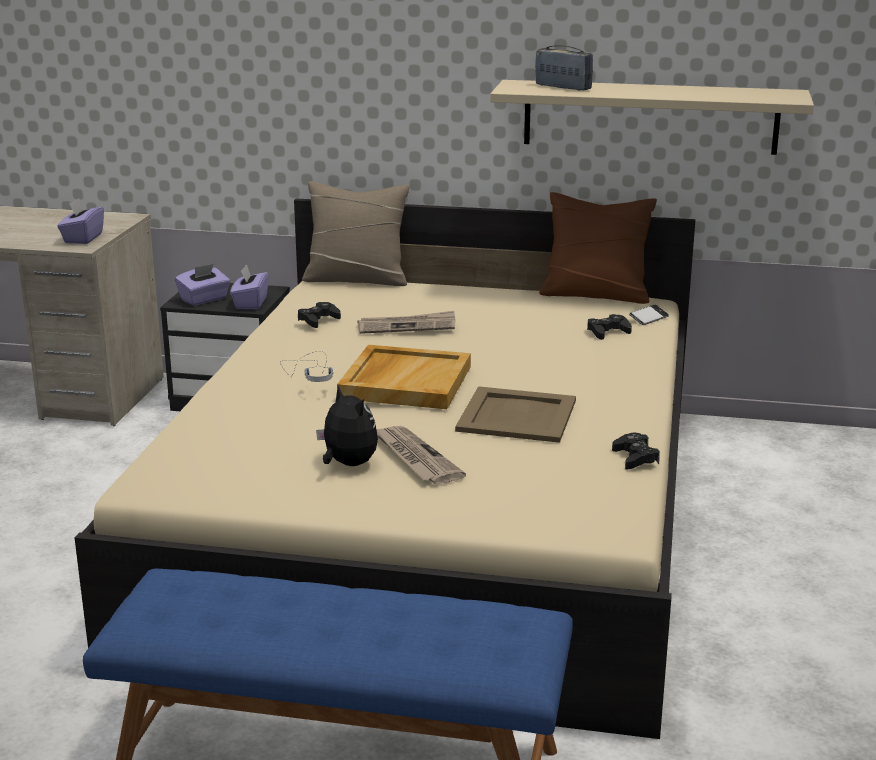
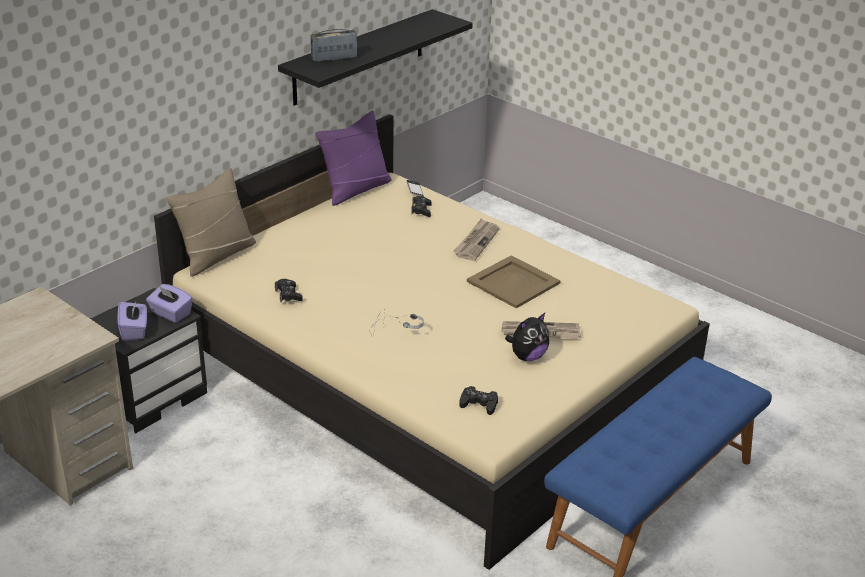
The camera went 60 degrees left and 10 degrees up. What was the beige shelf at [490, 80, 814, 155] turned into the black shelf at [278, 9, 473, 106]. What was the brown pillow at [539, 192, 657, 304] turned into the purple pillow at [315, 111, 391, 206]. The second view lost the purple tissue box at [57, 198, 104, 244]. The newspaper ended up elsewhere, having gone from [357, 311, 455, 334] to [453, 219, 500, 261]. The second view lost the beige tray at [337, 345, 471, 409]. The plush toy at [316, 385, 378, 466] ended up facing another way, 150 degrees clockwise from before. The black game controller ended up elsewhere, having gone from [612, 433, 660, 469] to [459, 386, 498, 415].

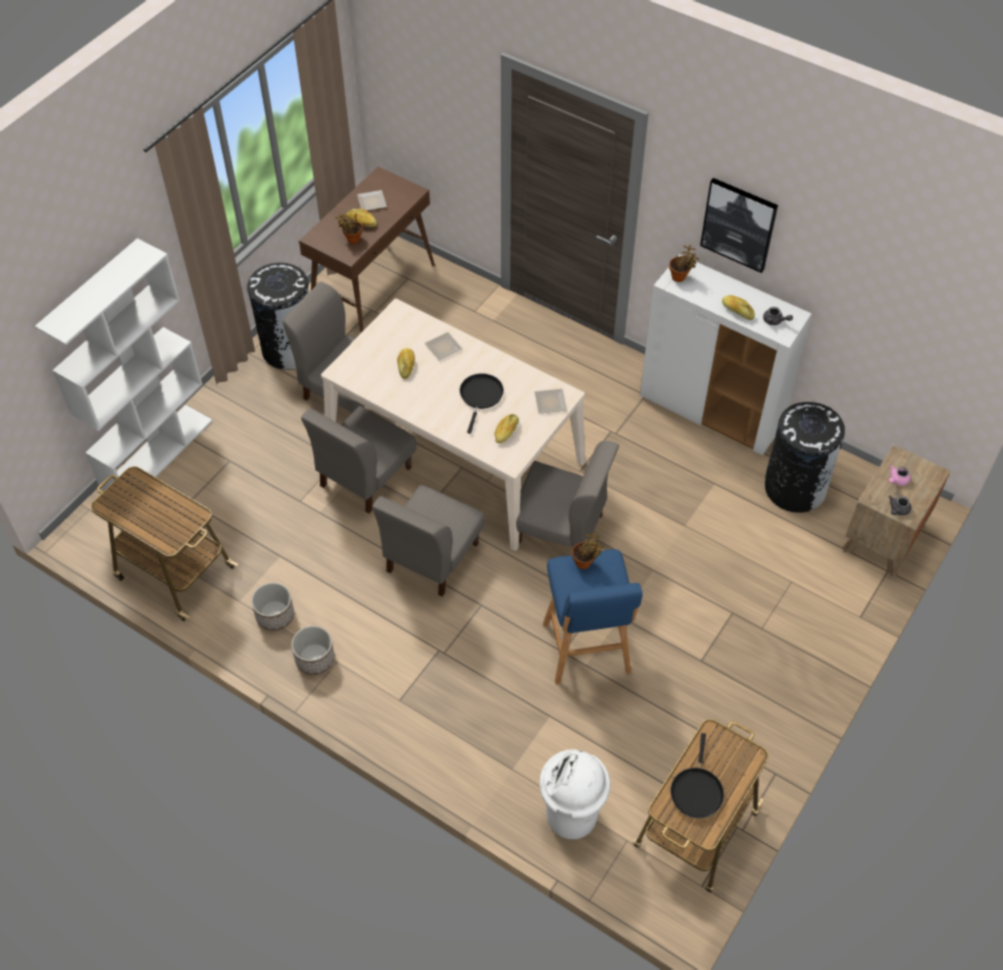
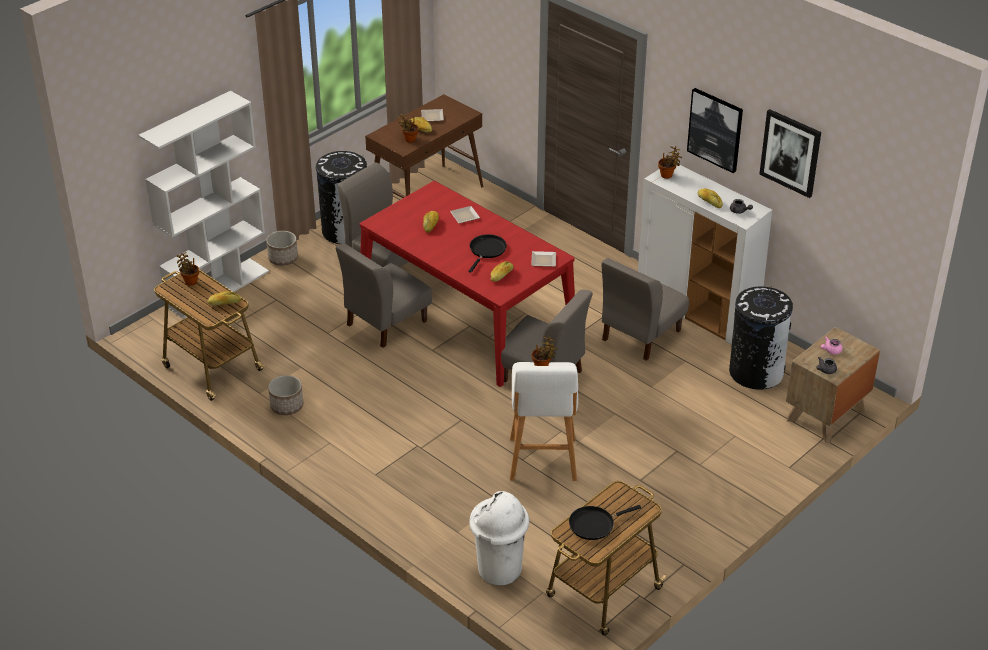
The camera went 10 degrees right and 15 degrees down. What was the beige dining table at [321, 298, 585, 551] turned into the red dining table at [360, 181, 575, 387]. The grey chair ended up elsewhere, having gone from [372, 485, 485, 597] to [602, 258, 689, 361]. What was the blue stool at [543, 549, 643, 684] turned into the white stool at [510, 362, 578, 481]. The planter ended up elsewhere, having gone from [291, 626, 335, 675] to [266, 231, 298, 266]. The black frying pan at [671, 733, 724, 818] ended up facing another way, 45 degrees clockwise from before. The second view gained the picture at [759, 109, 821, 198]. The second view gained the potted plant at [177, 252, 199, 286]. The second view gained the bread at [207, 291, 241, 306].

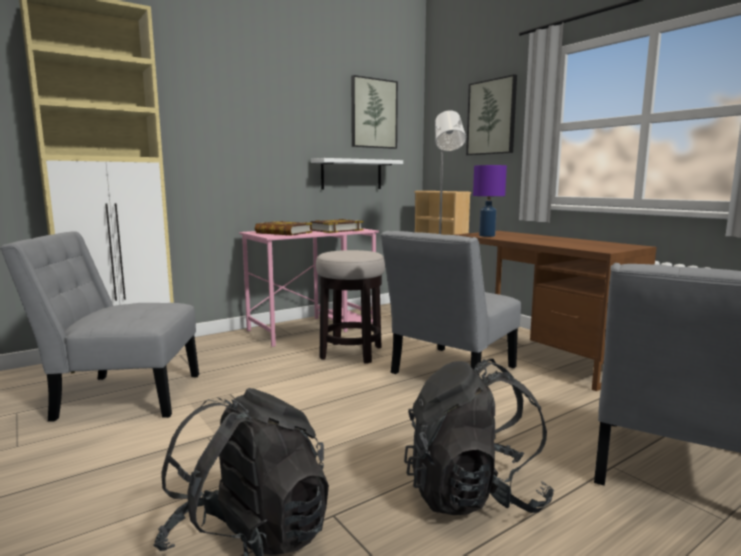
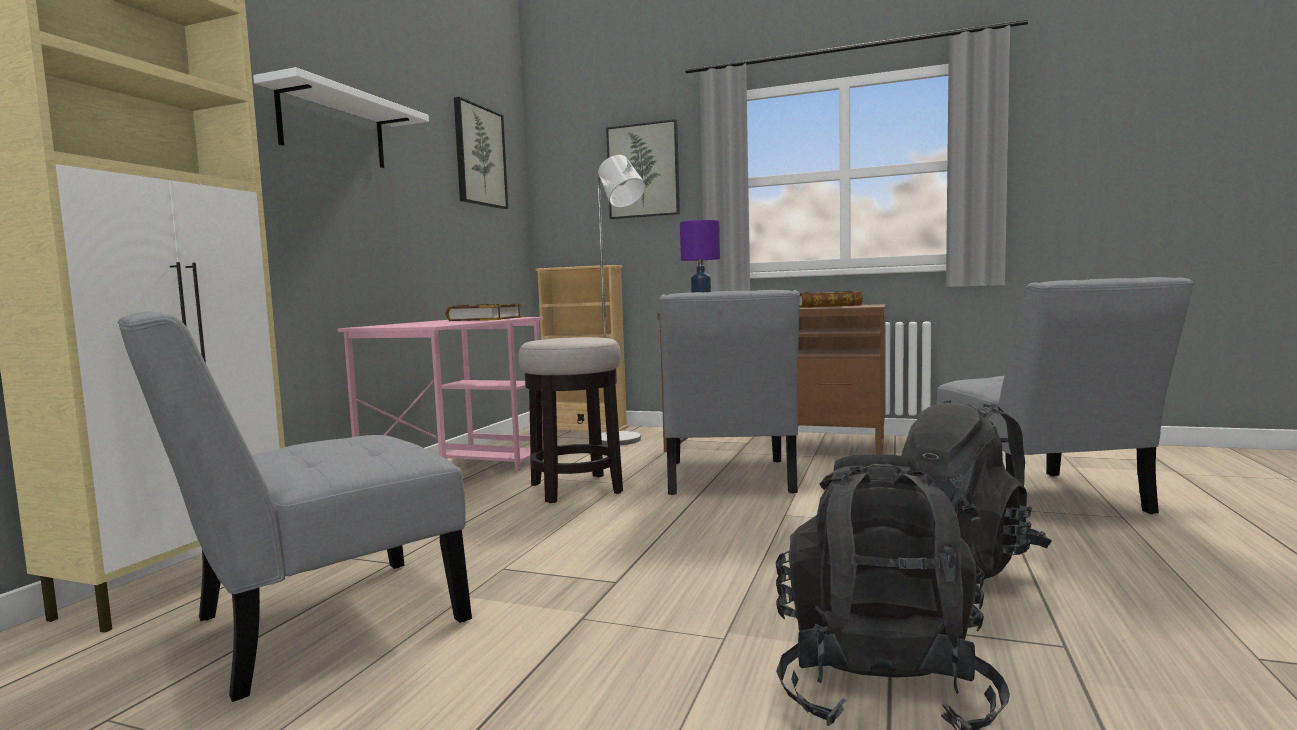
The camera went 35 degrees left and 5 degrees down. The white shelf ended up elsewhere, having gone from [311, 158, 403, 190] to [253, 67, 429, 168]. The book ended up elsewhere, having gone from [255, 221, 312, 235] to [799, 291, 863, 307].

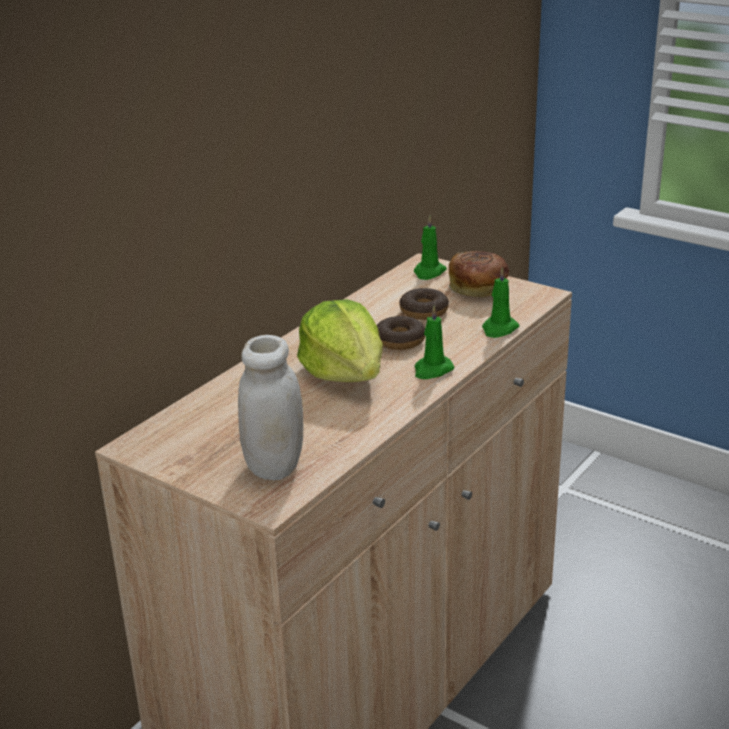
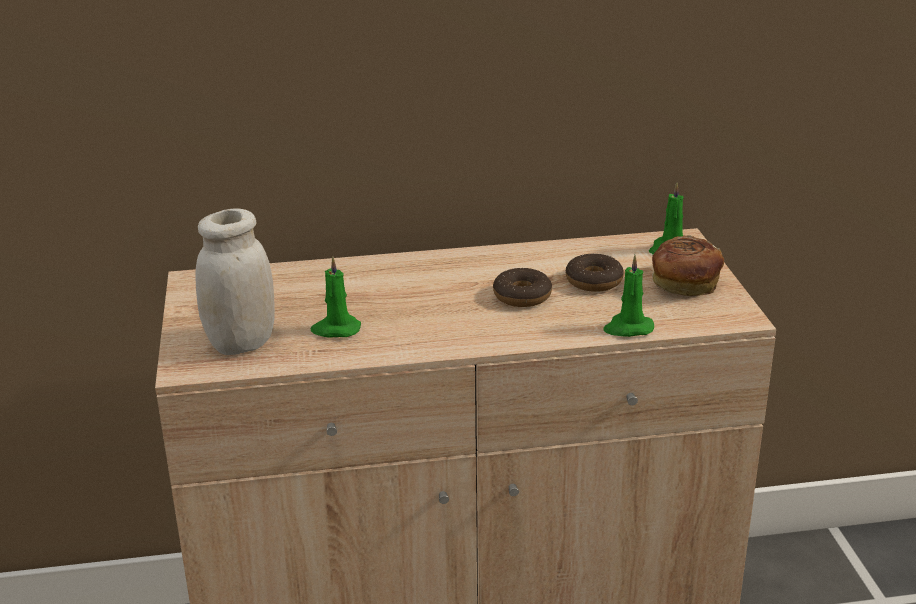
The camera went 45 degrees right and 0 degrees up. The second view lost the lettuce at [297, 299, 383, 382]. The green candle ended up elsewhere, having gone from [415, 305, 454, 379] to [310, 256, 361, 338].

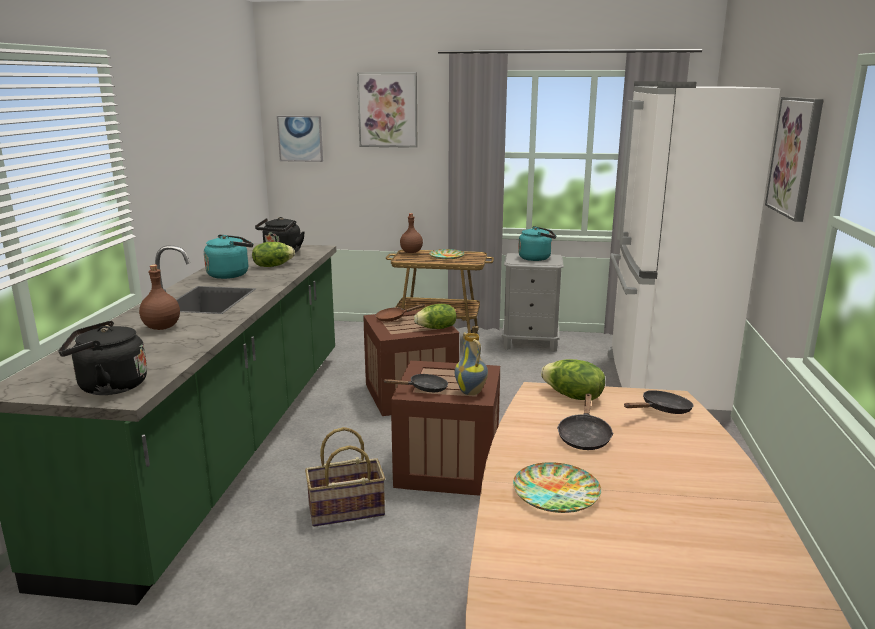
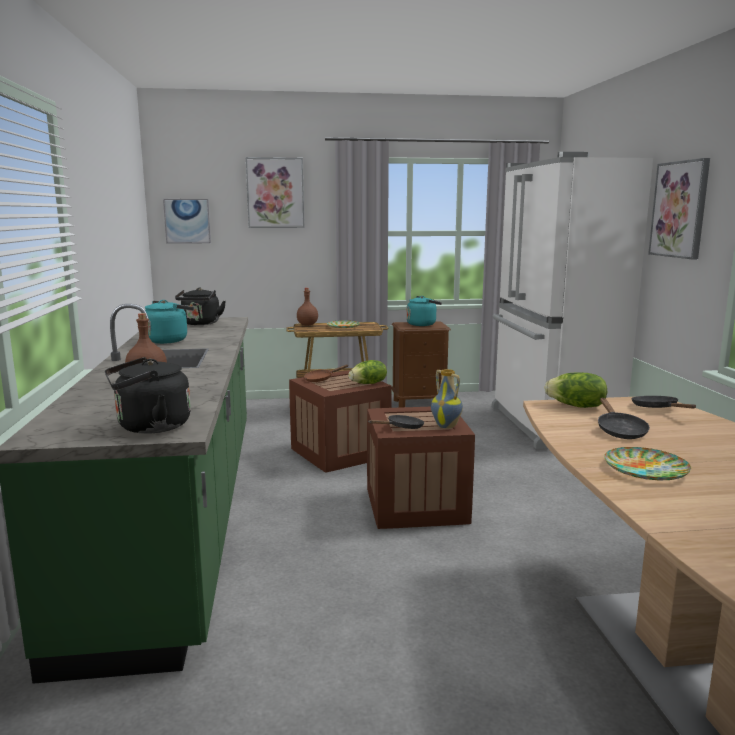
The camera went 15 degrees left and 5 degrees down. The second view lost the lettuce at [252, 242, 295, 267]. What was the grey nightstand at [502, 253, 564, 352] turned into the brown nightstand at [392, 321, 451, 408]. The black frying pan at [624, 390, 694, 414] ended up facing another way, 60 degrees counterclockwise from before. The second view lost the basket at [305, 427, 385, 527].

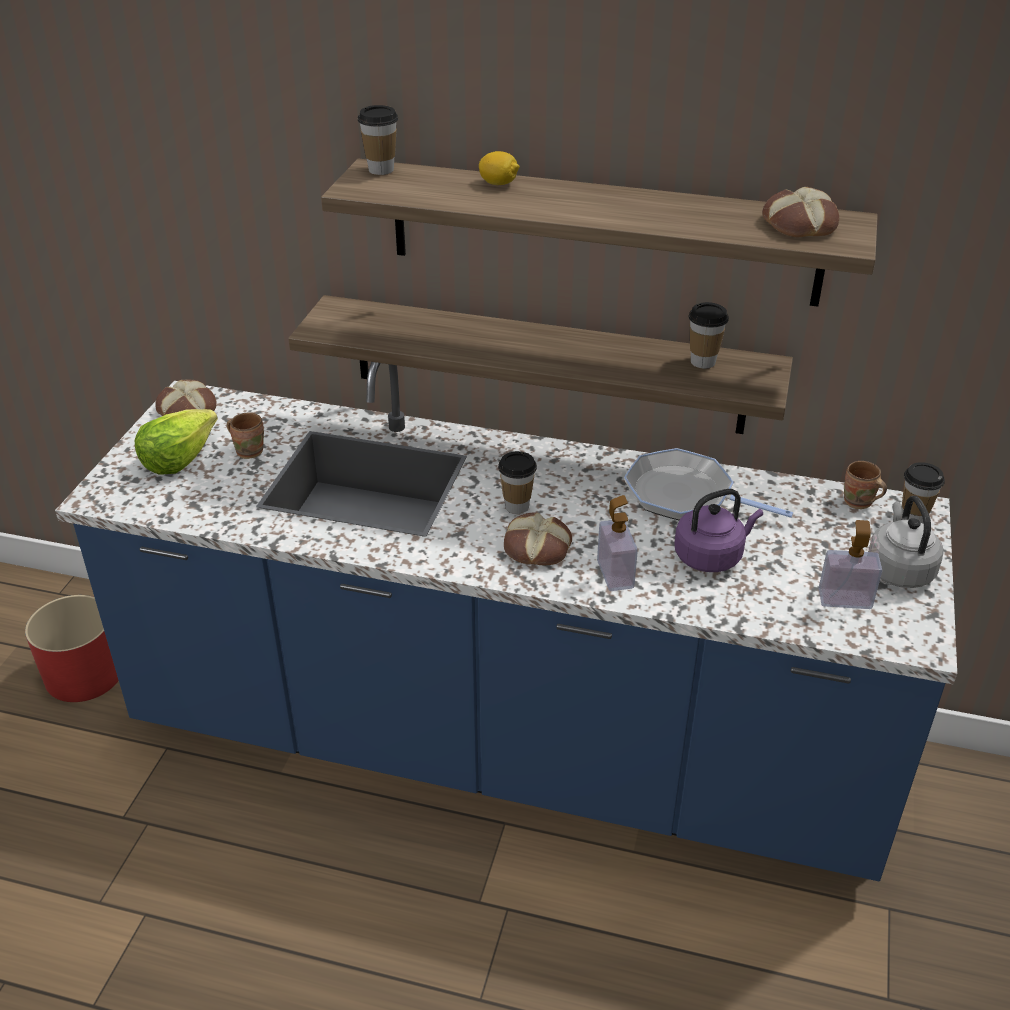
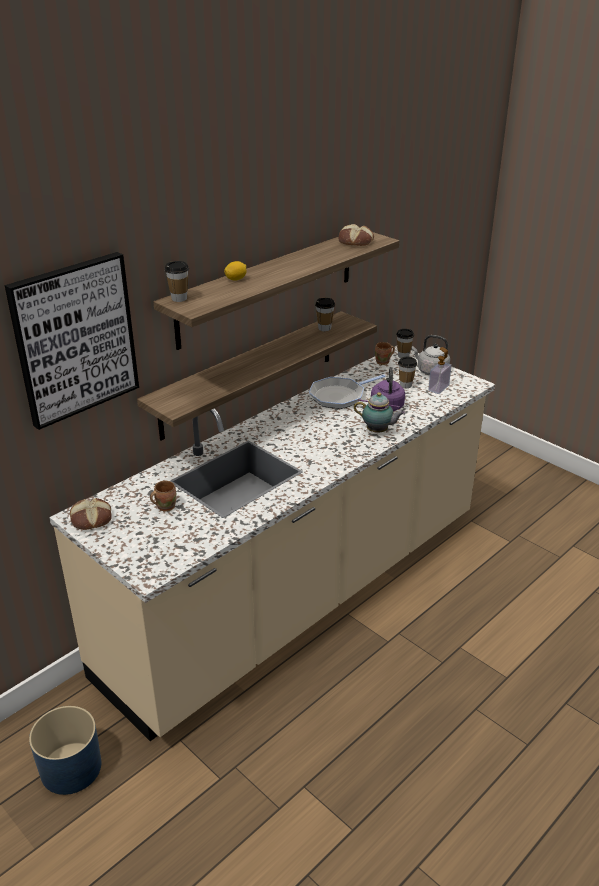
The camera went 60 degrees left and 5 degrees down. What was the blue counter at [55, 362, 957, 881] turned into the beige counter at [49, 346, 495, 741]. The second view lost the lettuce at [134, 409, 218, 474]. The cup ended up elsewhere, having gone from [498, 451, 537, 514] to [398, 357, 417, 388]. Where the soap dispenser stood at [597, 495, 638, 591], the teapot came to stand at [354, 392, 406, 433]. The second view lost the bread at [504, 513, 572, 565]. What was the red planter at [25, 595, 119, 702] turned into the blue planter at [29, 706, 101, 795]. The second view gained the picture at [5, 252, 139, 430].

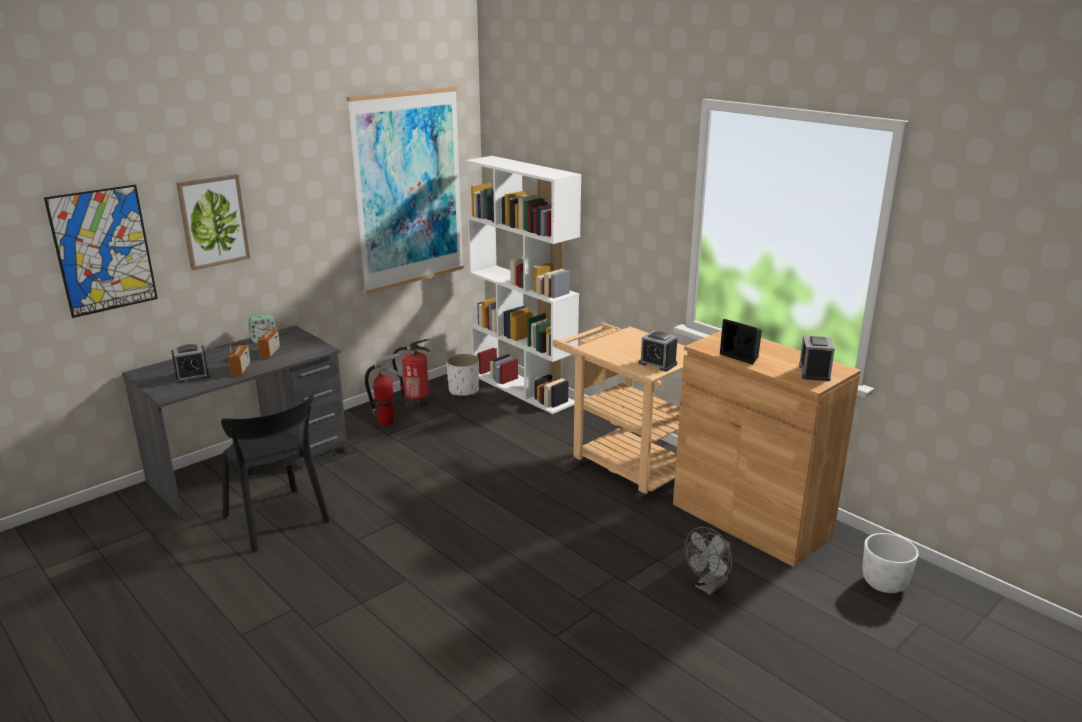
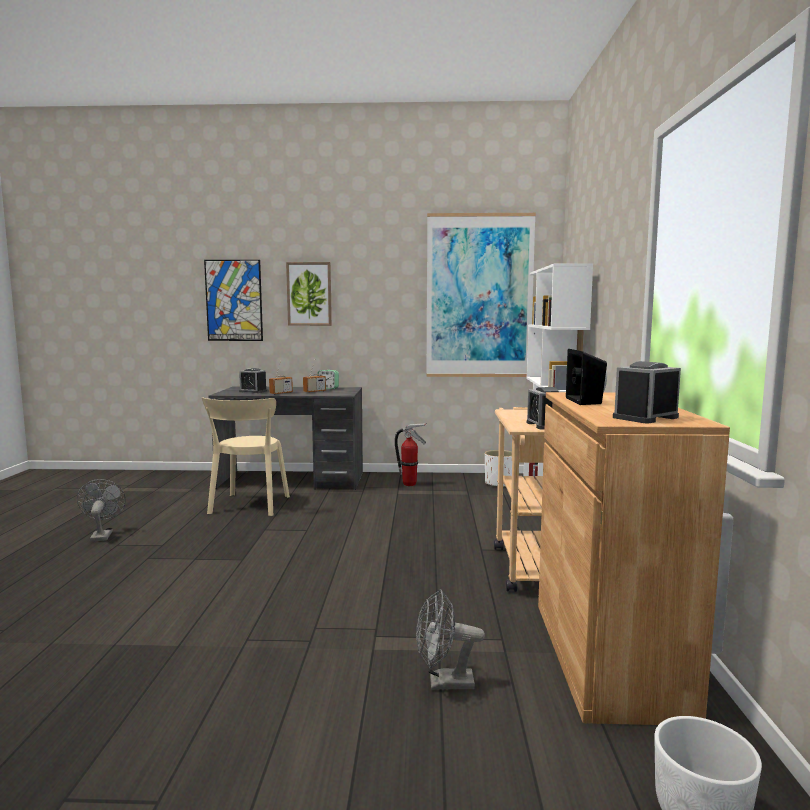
The camera went 45 degrees right and 15 degrees down. The second view lost the fire extinguisher at [392, 339, 430, 408]. What was the black chair at [221, 391, 330, 552] turned into the beige chair at [202, 397, 290, 516]. The second view gained the grey fan at [77, 479, 126, 542].

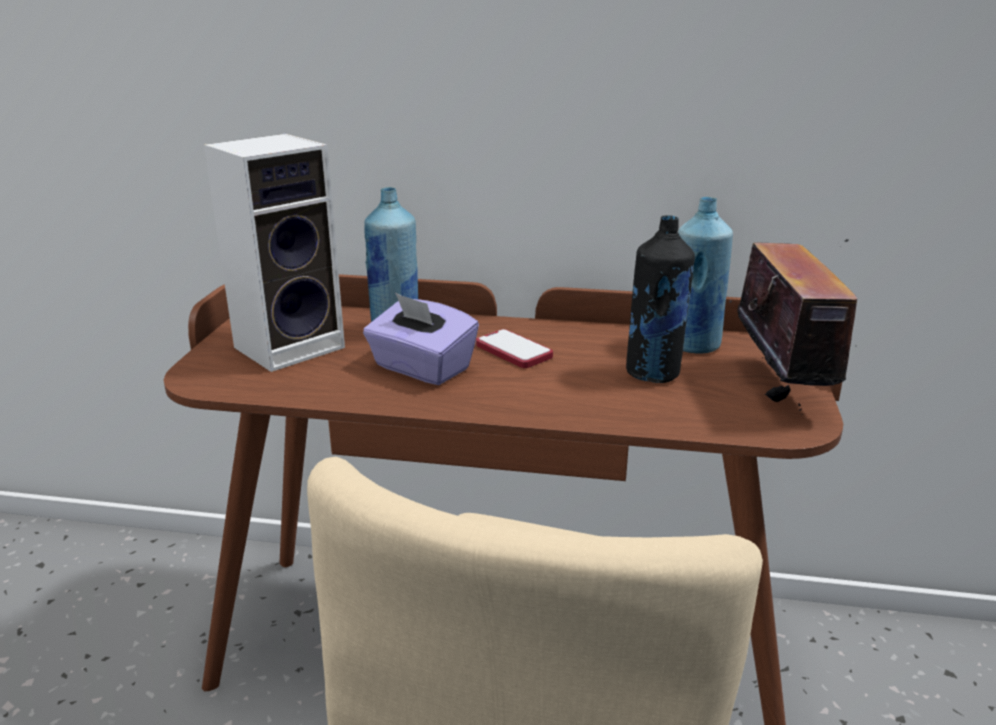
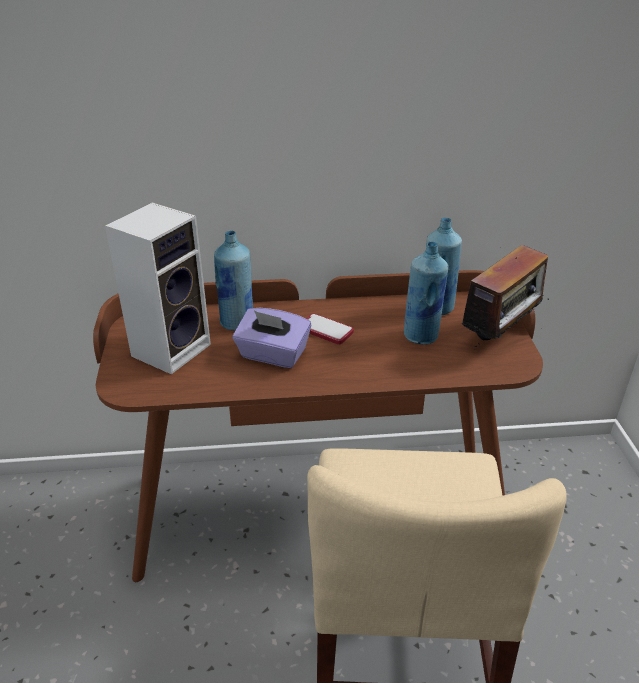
The camera went 15 degrees left and 10 degrees up. What was the black bottle at [626, 215, 695, 383] turned into the blue bottle at [404, 242, 448, 345]. The radio at [729, 239, 857, 411] ended up facing another way, 60 degrees clockwise from before.

